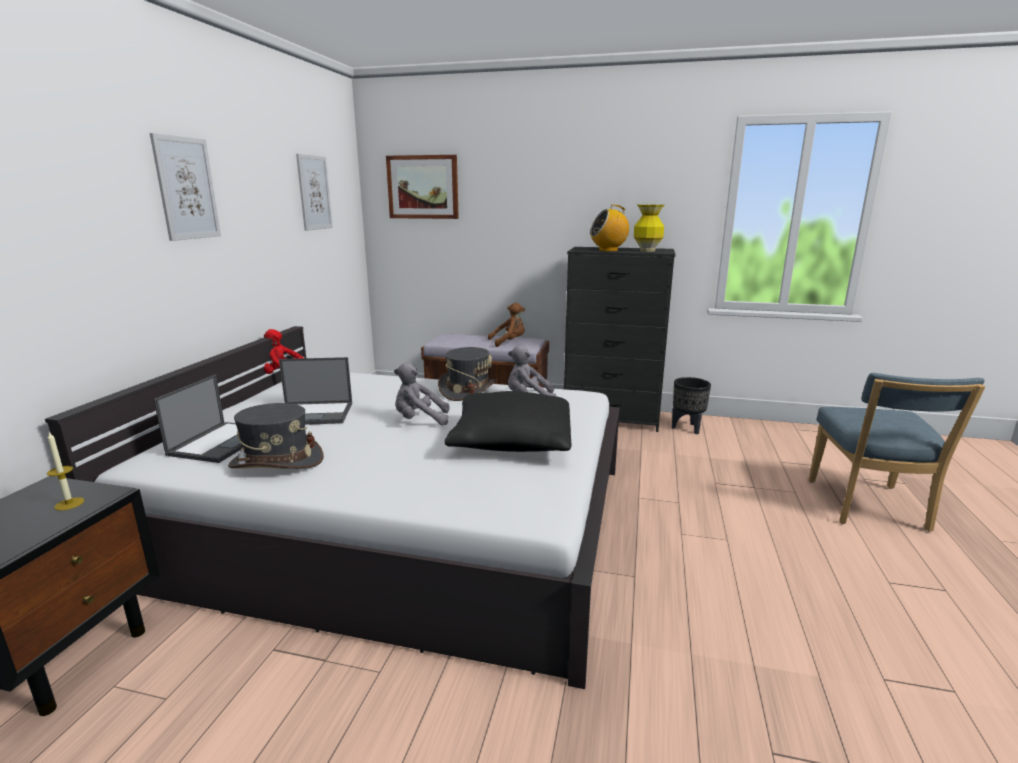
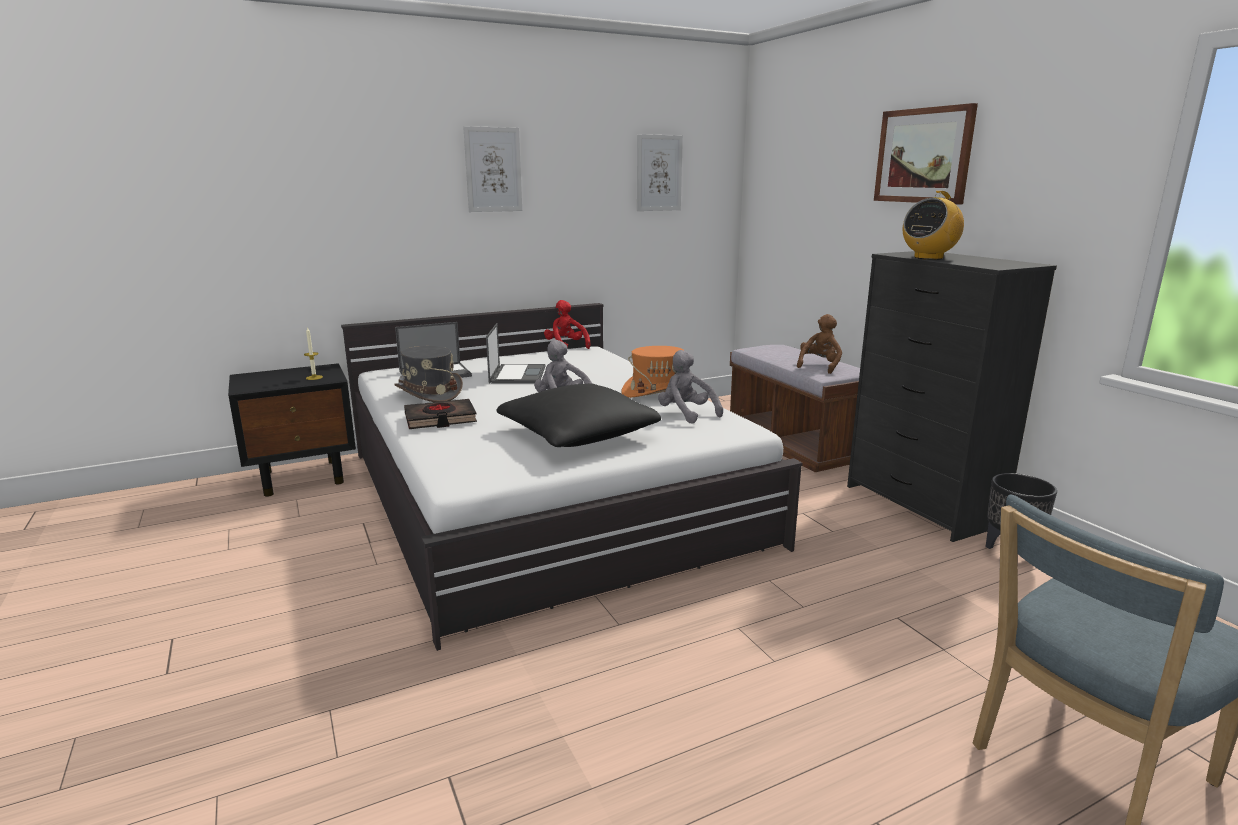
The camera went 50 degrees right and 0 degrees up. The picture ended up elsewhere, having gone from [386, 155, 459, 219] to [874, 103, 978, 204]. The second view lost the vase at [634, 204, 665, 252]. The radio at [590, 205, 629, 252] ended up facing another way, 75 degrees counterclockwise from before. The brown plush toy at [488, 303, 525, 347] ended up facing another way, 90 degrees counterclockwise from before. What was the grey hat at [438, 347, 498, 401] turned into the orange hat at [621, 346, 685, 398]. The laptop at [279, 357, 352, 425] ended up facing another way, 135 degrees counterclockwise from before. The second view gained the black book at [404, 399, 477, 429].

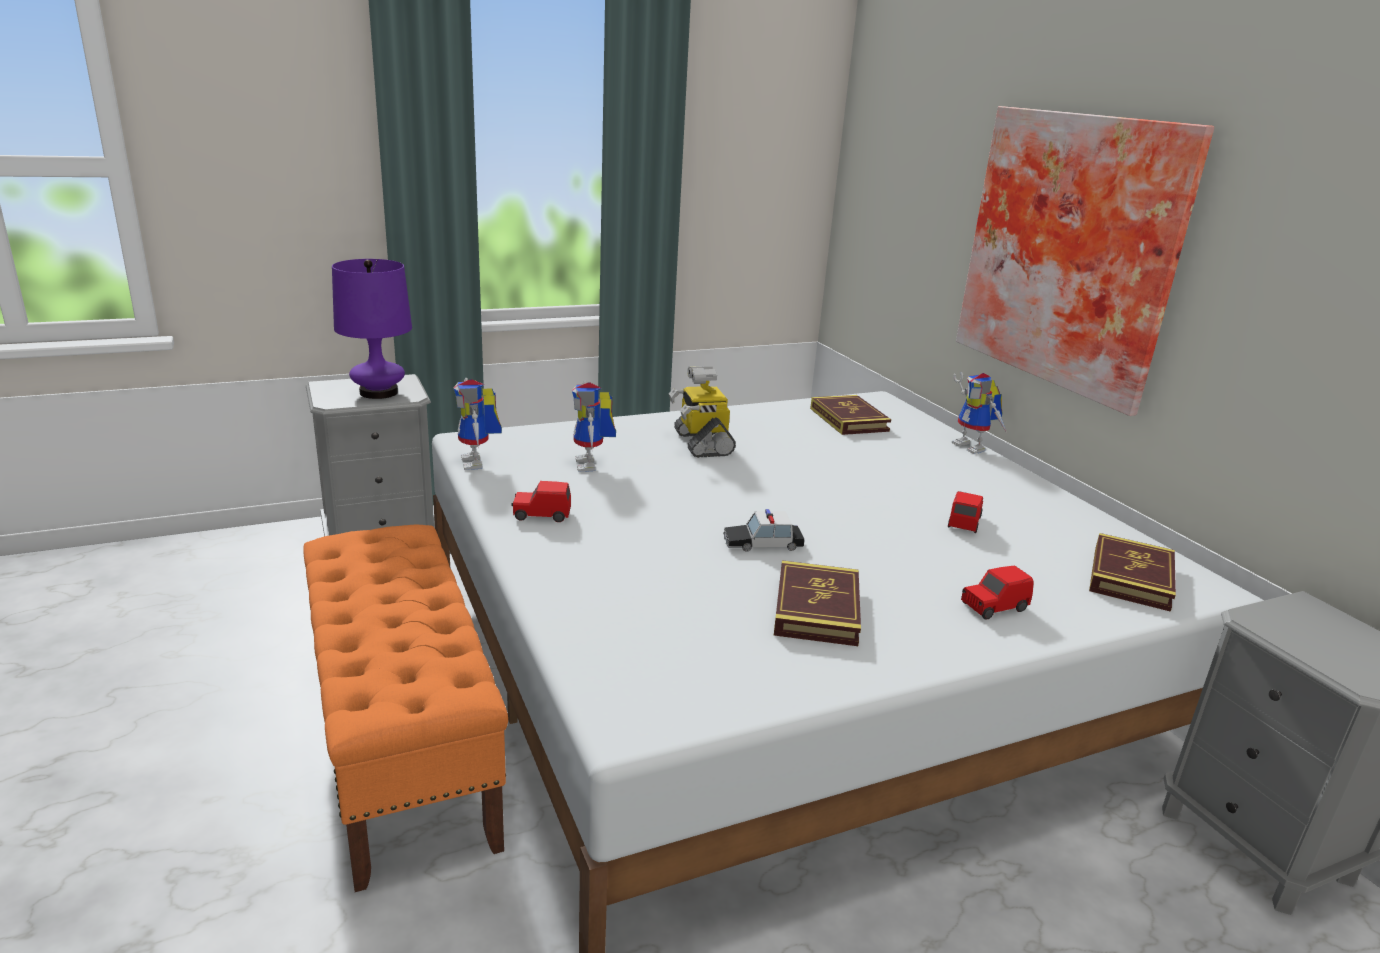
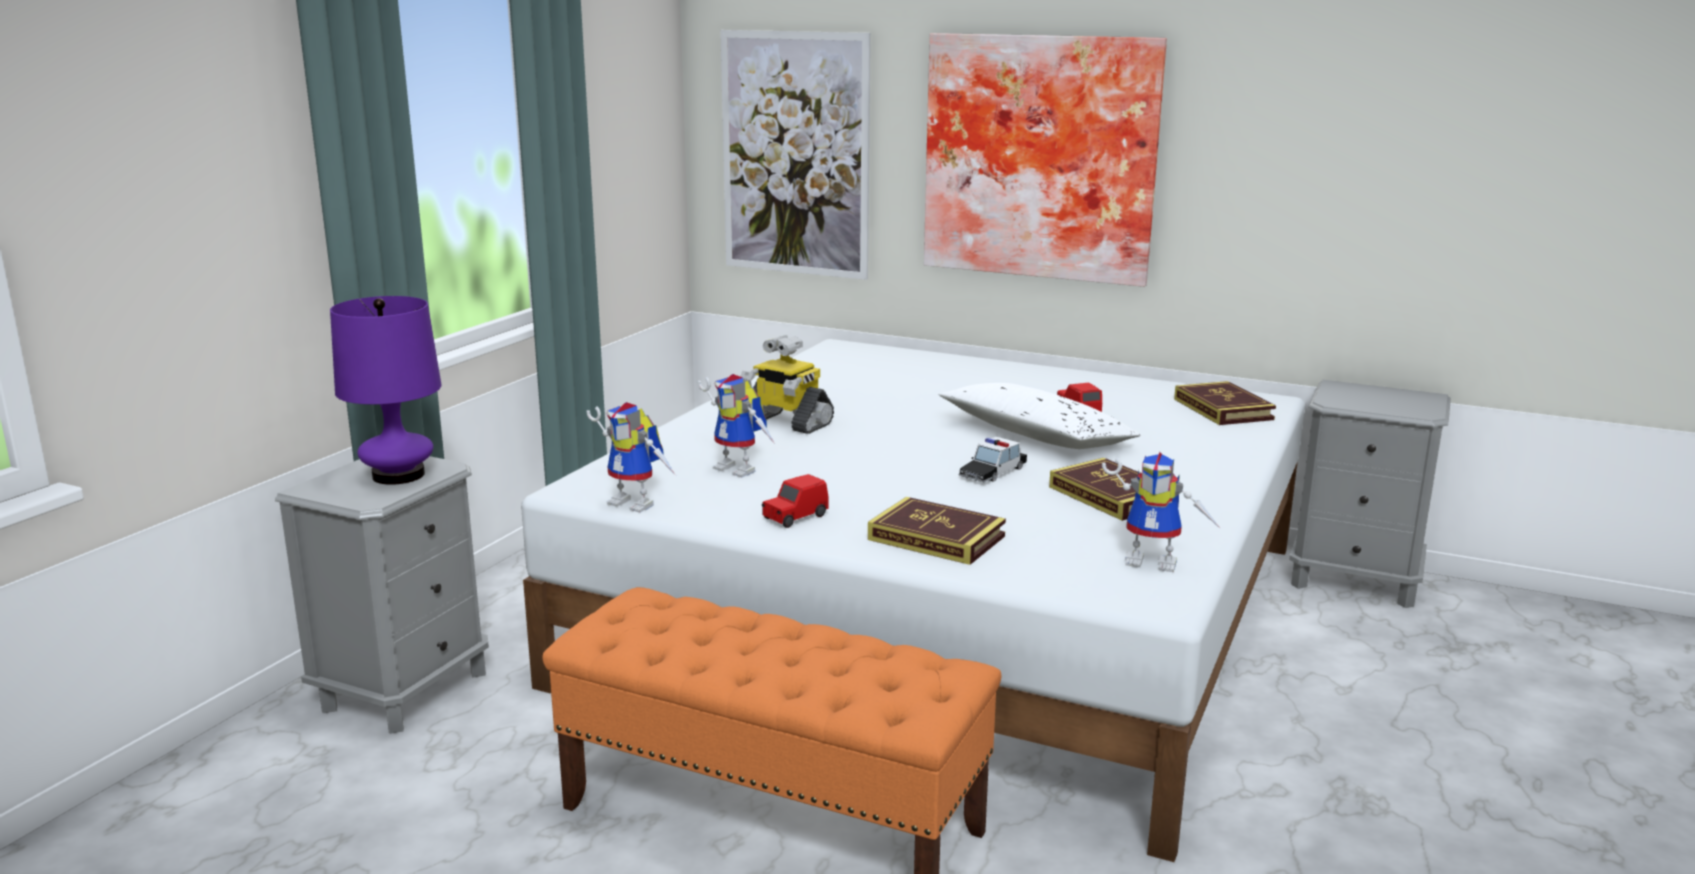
The camera went 40 degrees left and 5 degrees down. The toy robot ended up elsewhere, having gone from [952, 372, 1007, 454] to [1102, 452, 1222, 572]. The book ended up elsewhere, having gone from [810, 395, 891, 435] to [868, 497, 1006, 565]. The second view lost the red toy car at [961, 566, 1034, 620]. The second view gained the picture at [720, 30, 871, 280]. The second view gained the white pillow at [939, 383, 1140, 449].

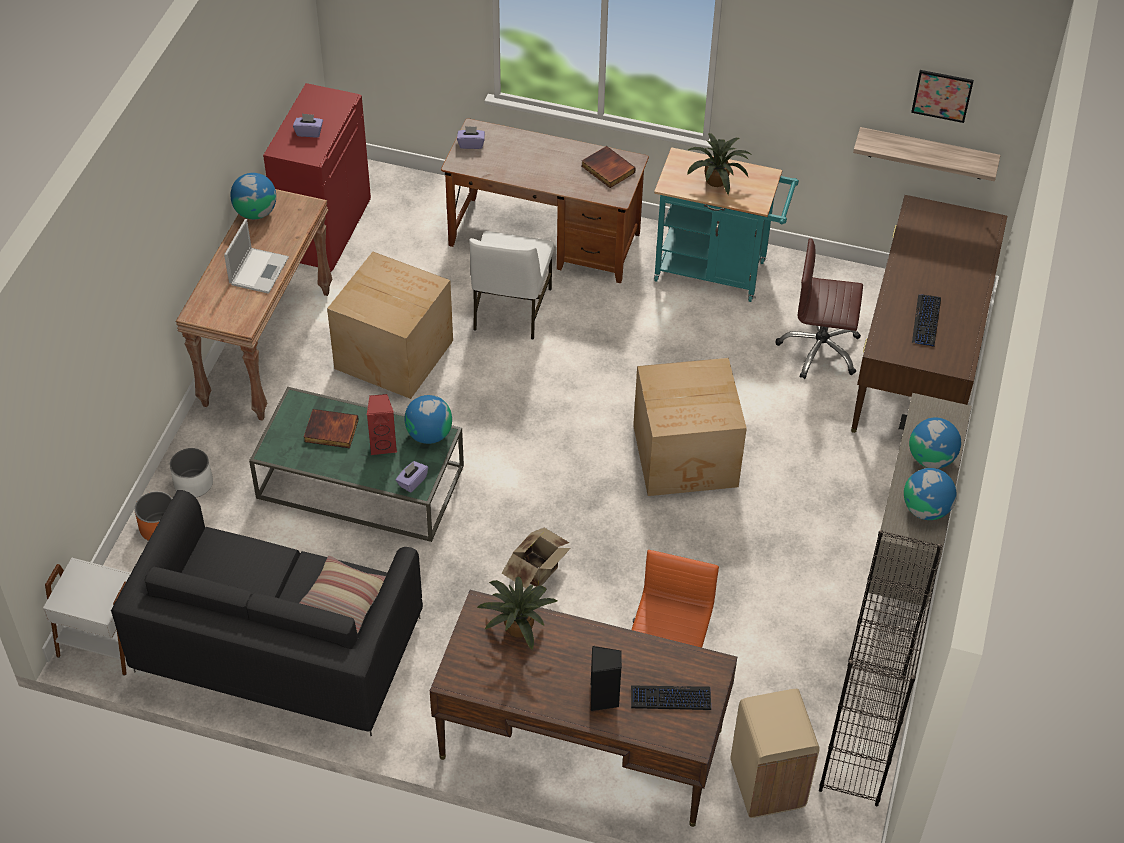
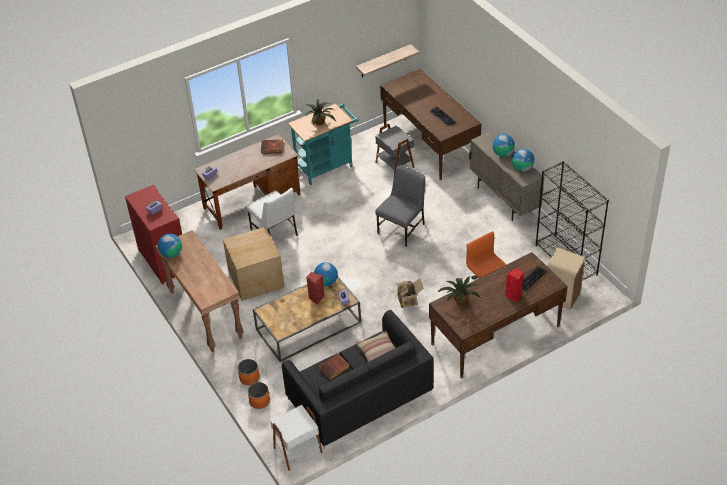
The camera went 45 degrees left and 5 degrees down. The second view lost the picture at [911, 70, 974, 123]. The second view lost the laptop at [224, 219, 289, 294]. Where the brown office chair stood at [775, 238, 863, 379], the grey side table came to stand at [375, 124, 414, 178]. Where the cardboard box stood at [633, 358, 747, 496], the grey chair came to stand at [375, 166, 425, 247]. What was the green coffee table at [249, 387, 464, 542] turned into the brown coffee table at [253, 277, 361, 362]. The book ended up elsewhere, having gone from [304, 409, 359, 448] to [318, 353, 350, 380]. What was the white planter at [170, 448, 213, 498] turned into the orange planter at [238, 359, 260, 385]. What was the black speaker at [591, 646, 622, 711] turned into the red speaker at [505, 268, 524, 302].

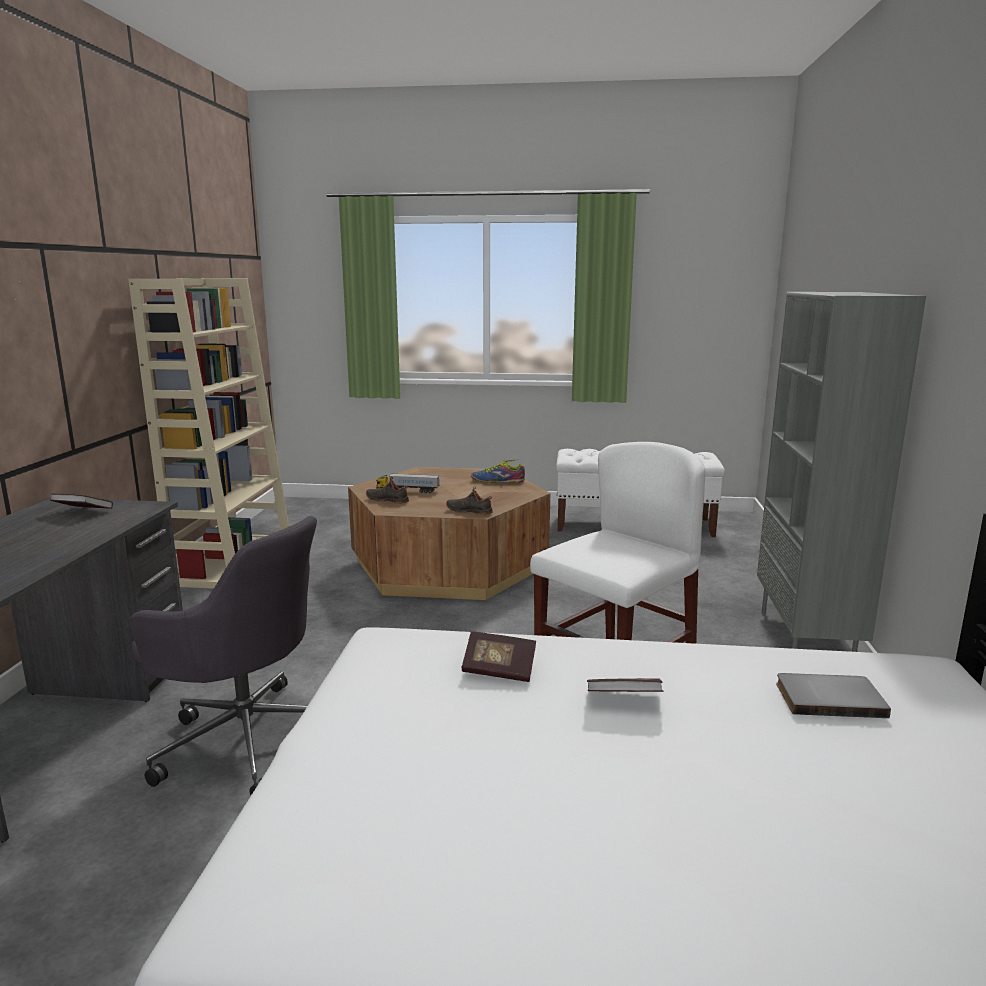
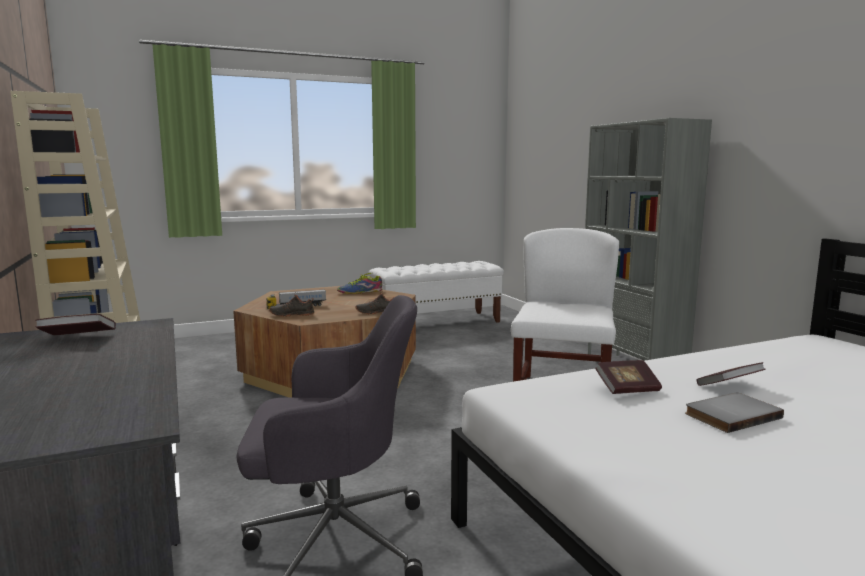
The camera went 30 degrees left and 5 degrees down. The grey book ended up elsewhere, having gone from [776, 673, 891, 718] to [685, 393, 784, 433].

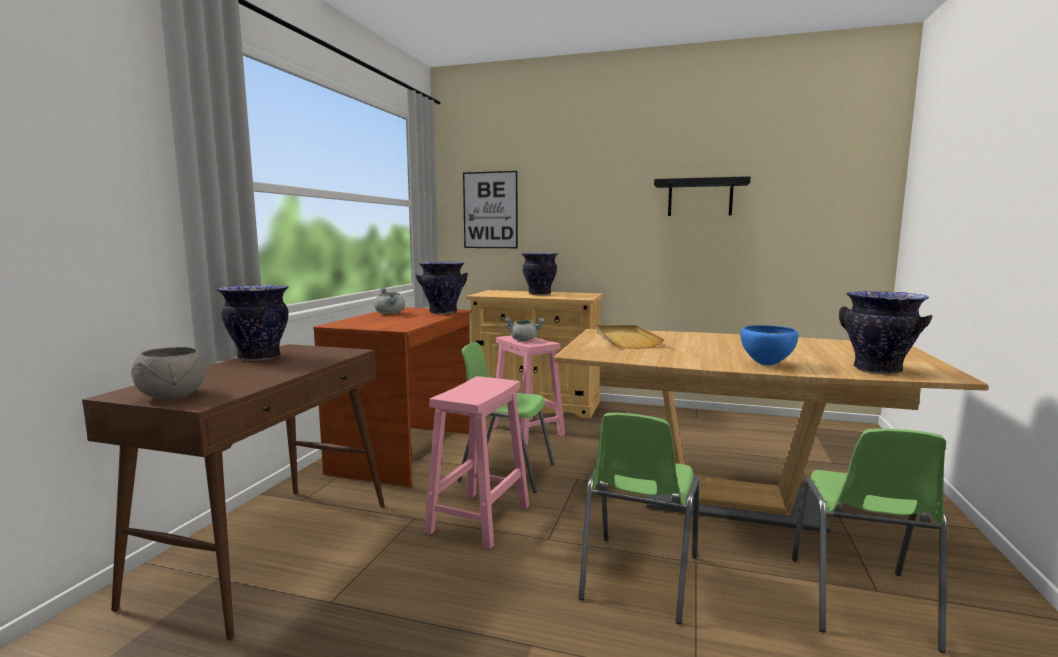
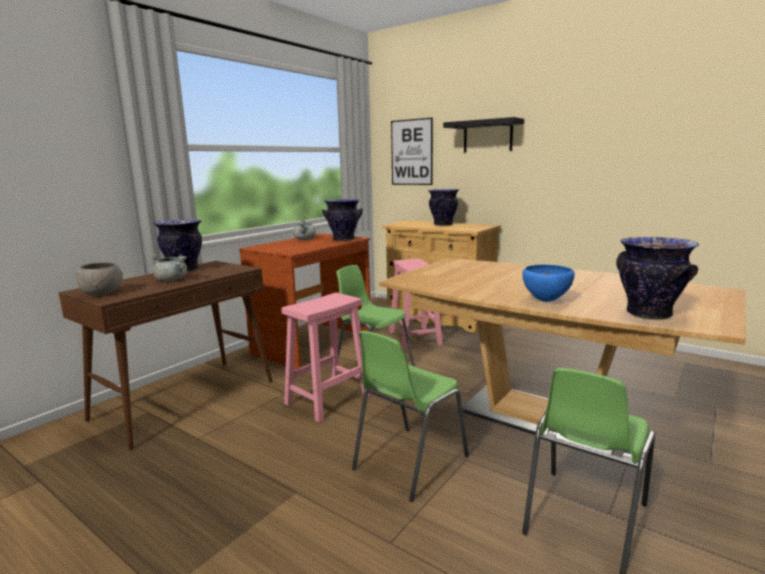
The camera went 20 degrees right and 5 degrees up. The black shelf ended up elsewhere, having gone from [654, 176, 751, 216] to [443, 117, 524, 152]. The grey cooking pot ended up elsewhere, having gone from [504, 317, 544, 341] to [149, 253, 187, 281]. The second view lost the beige tray at [597, 325, 664, 349].

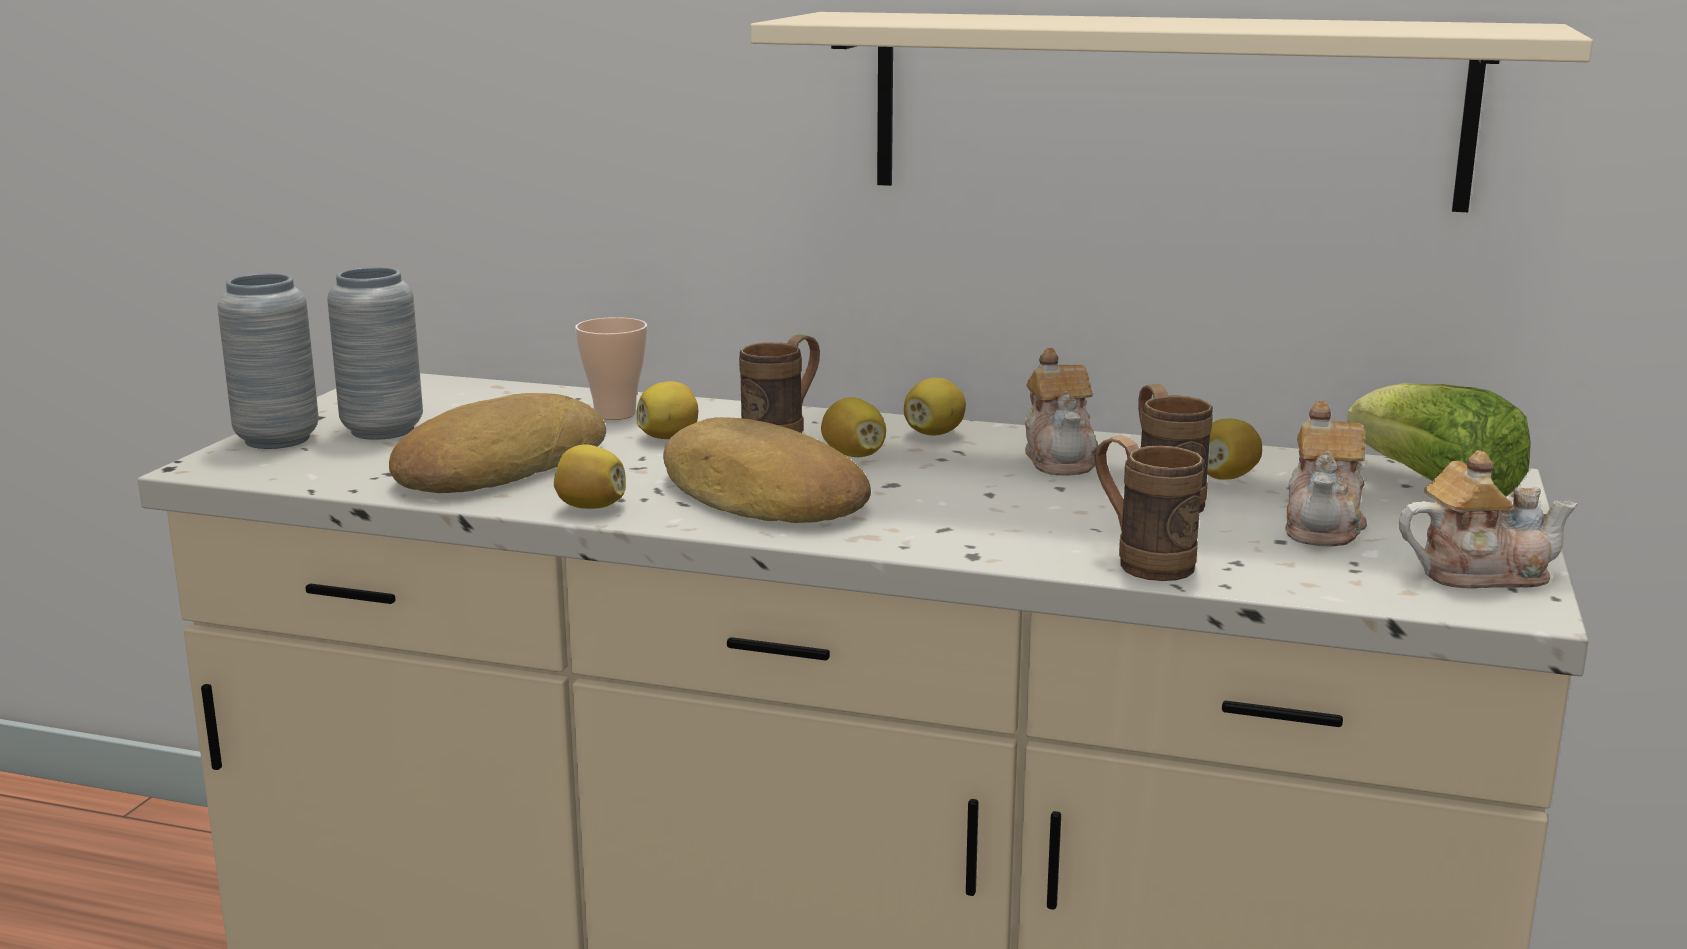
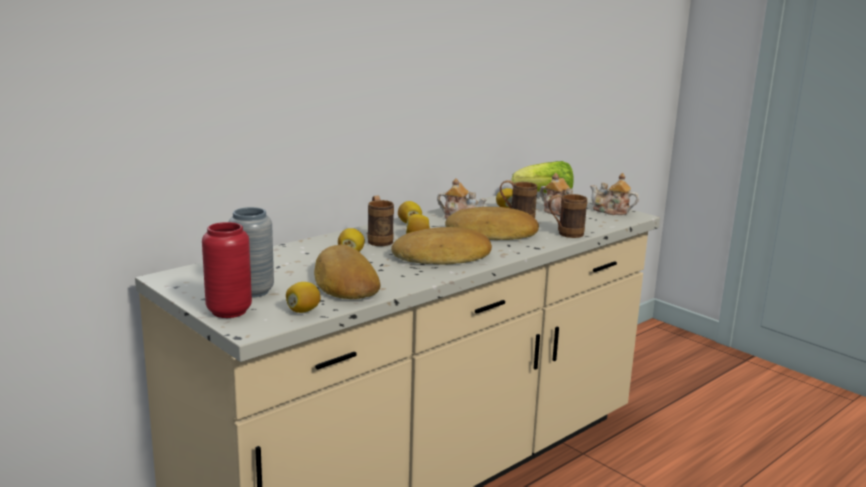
The camera went 60 degrees left and 0 degrees up. The second view lost the beige shelf at [751, 12, 1593, 212]. What was the grey vase at [217, 273, 319, 449] turned into the red vase at [202, 222, 252, 318]. The second view lost the cup at [575, 317, 647, 420]. The lemon ended up elsewhere, having gone from [554, 444, 626, 509] to [286, 282, 321, 313]. The teapot at [1399, 450, 1578, 588] ended up facing another way, 90 degrees counterclockwise from before. The second view gained the bread at [445, 207, 539, 240].

